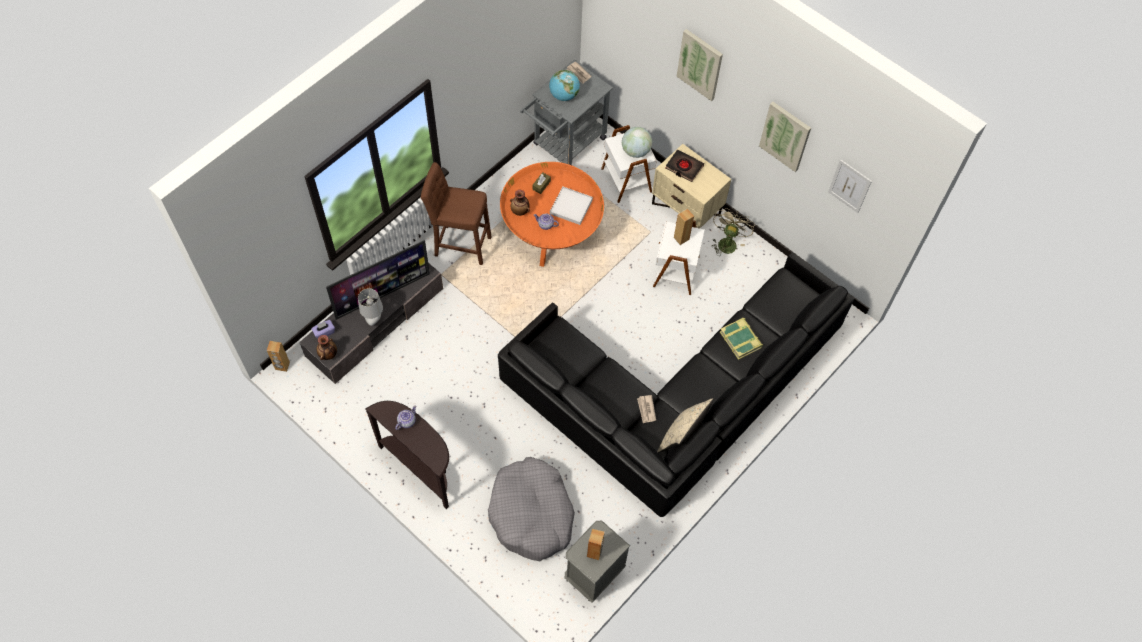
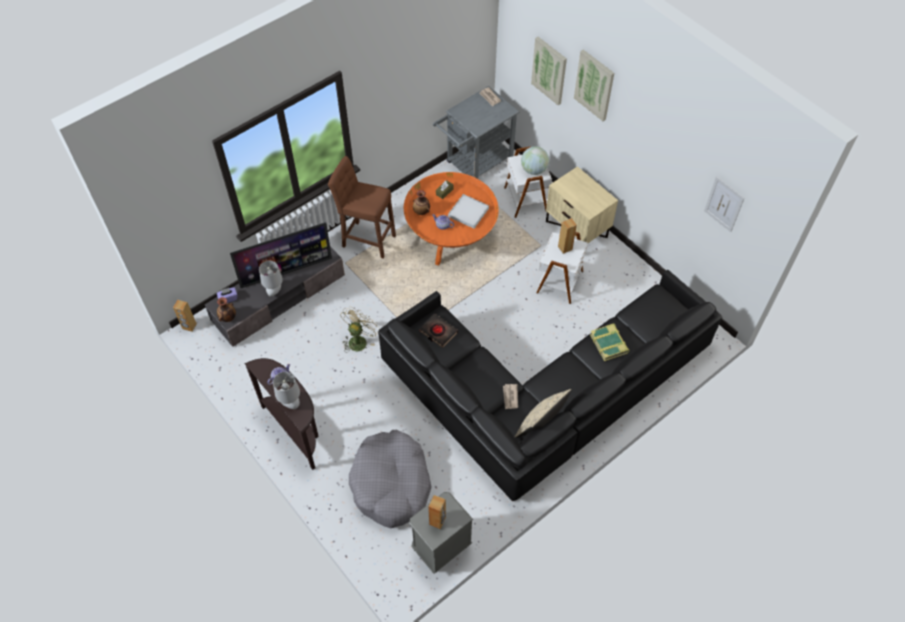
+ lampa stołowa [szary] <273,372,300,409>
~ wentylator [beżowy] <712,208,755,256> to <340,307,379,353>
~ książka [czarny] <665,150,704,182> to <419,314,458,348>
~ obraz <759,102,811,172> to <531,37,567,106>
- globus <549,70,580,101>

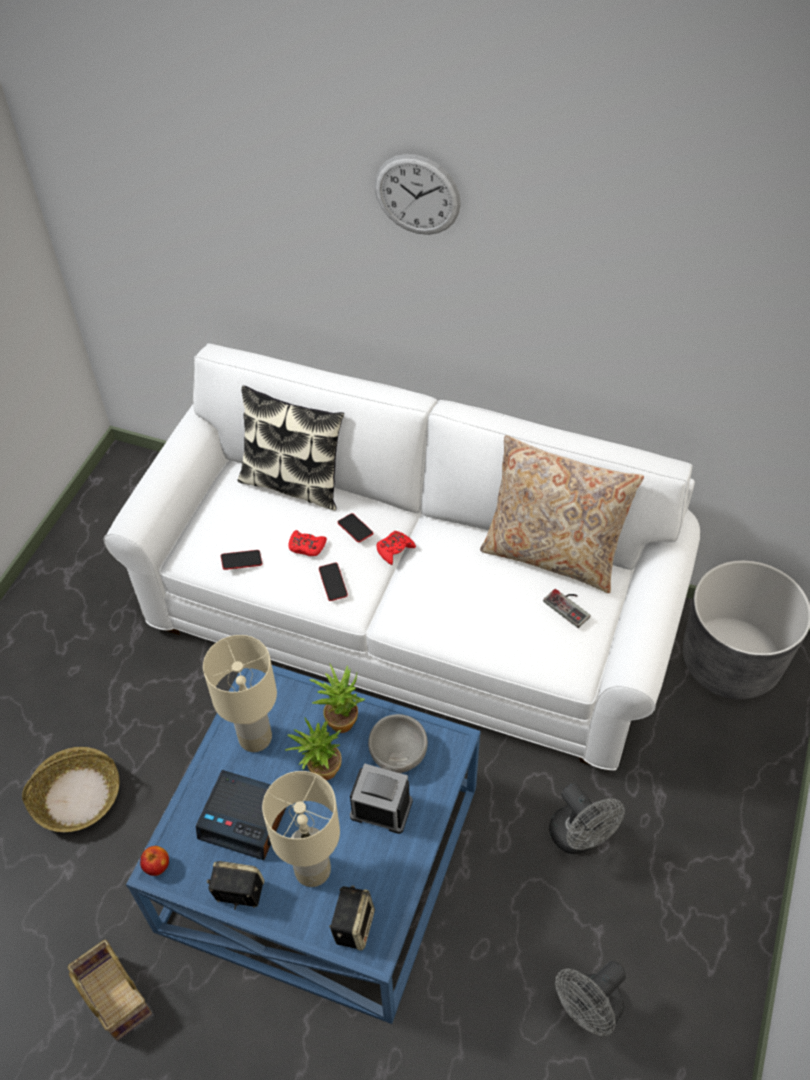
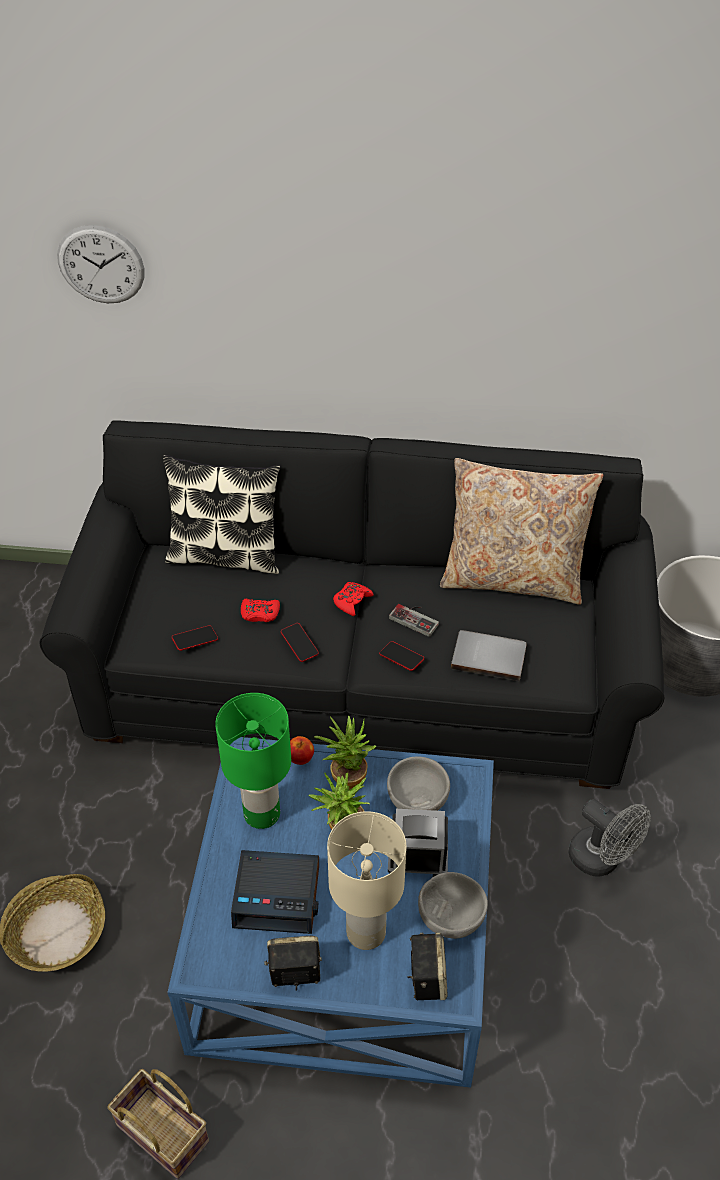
~ kanapa [biały] <103,344,700,771> to kanapa [czarny] <39,420,665,789>
~ zegar ścienny <375,154,461,235> to <57,225,144,303>
~ lampa stołowa [beżowy] <203,635,277,752> to lampa stołowa [zielony] <215,693,291,829>
~ jabłko <140,846,169,876> to <290,736,314,765>
~ telefon <338,513,373,542> to <379,641,424,671>
~ pad do gier <543,589,590,628> to <389,604,439,637>
+ miska [szary] <418,872,488,939>
+ książka [szary] <451,630,527,681>
- wentylator [szary] <555,961,626,1036>

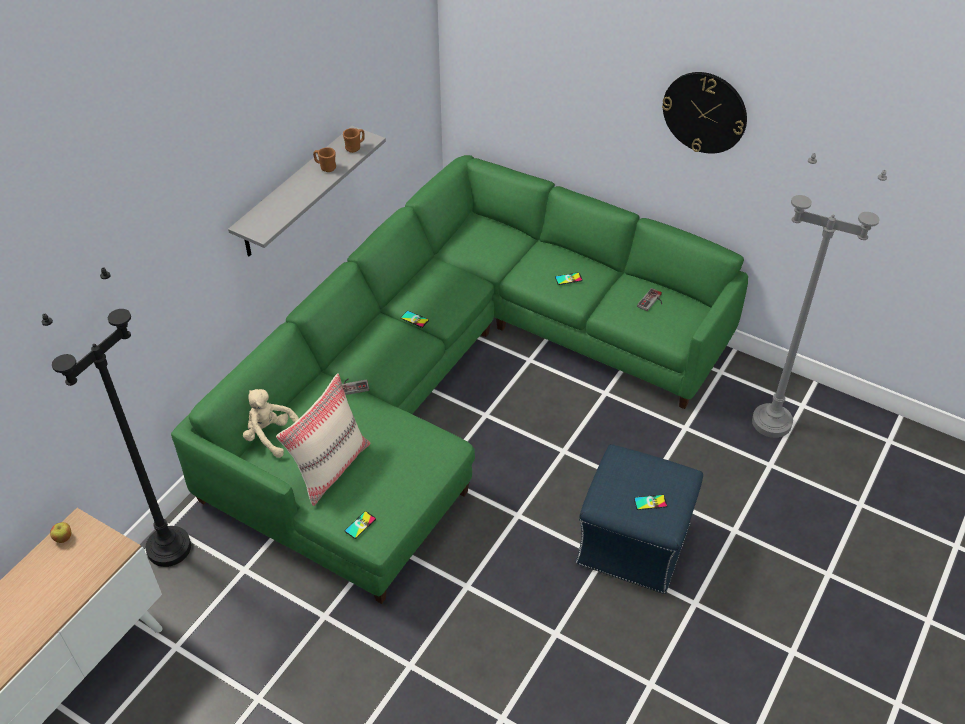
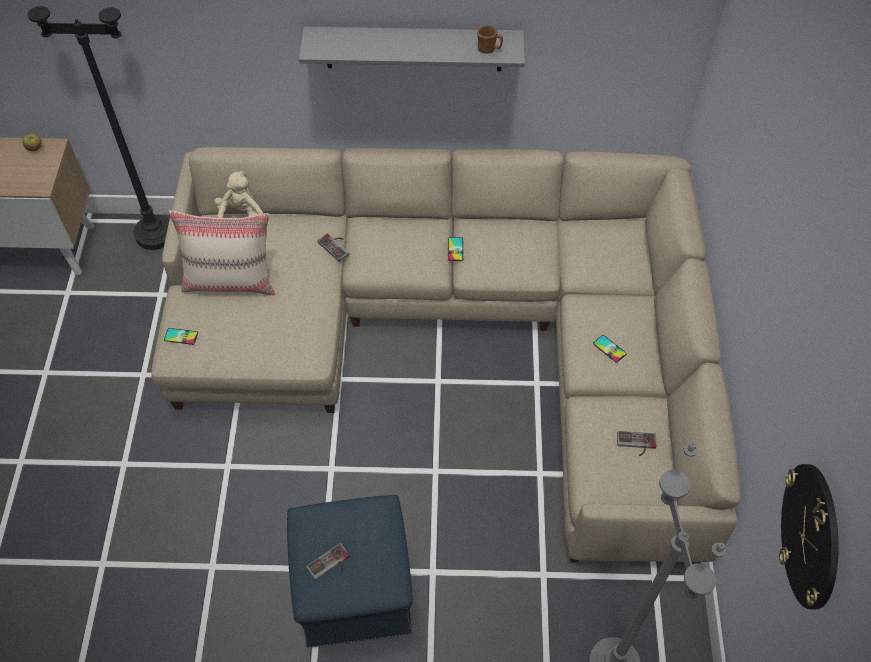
~ kanapa [zielony] <171,155,748,604> to kanapa [beżowy] <151,147,741,563>
~ telefon <634,495,667,510> to pad do gier <306,543,350,580>
~ zegar ścienny <662,72,747,154> to <779,464,839,609>
- kubek [brązowy] <313,147,336,172>

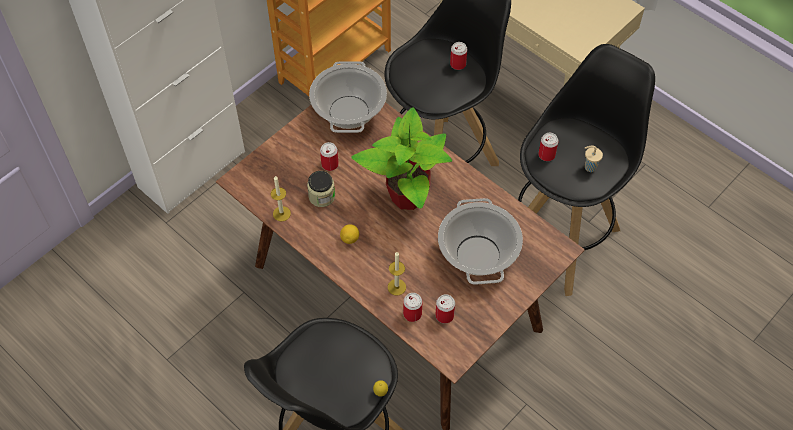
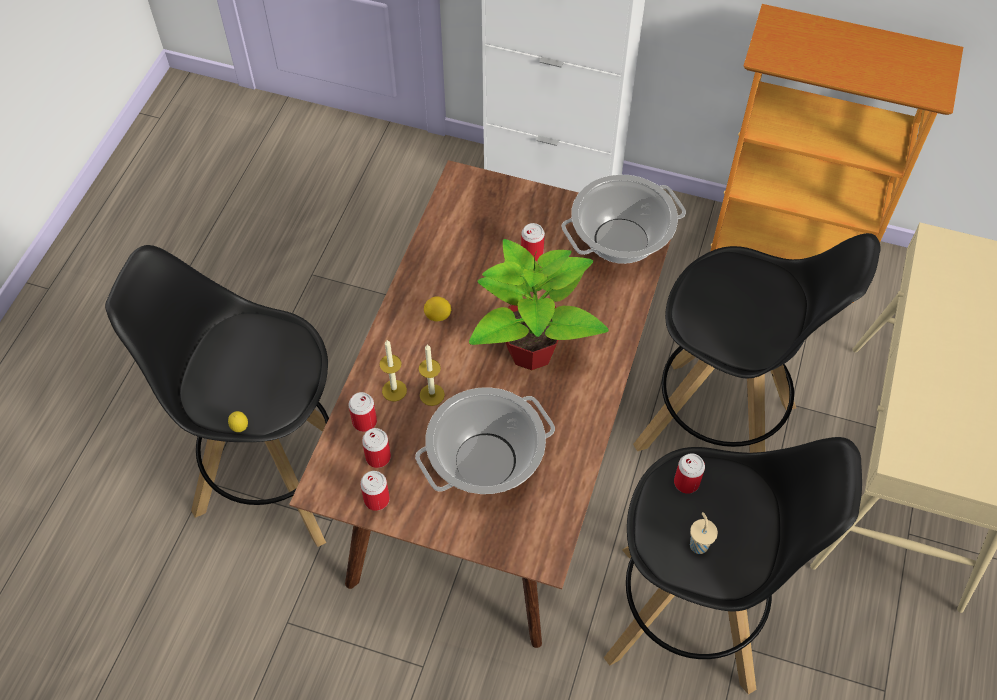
~ puszka <450,42,467,70> to <360,471,390,511>
~ świeca <271,176,291,222> to <419,344,445,406>
- słoik <307,171,335,207>

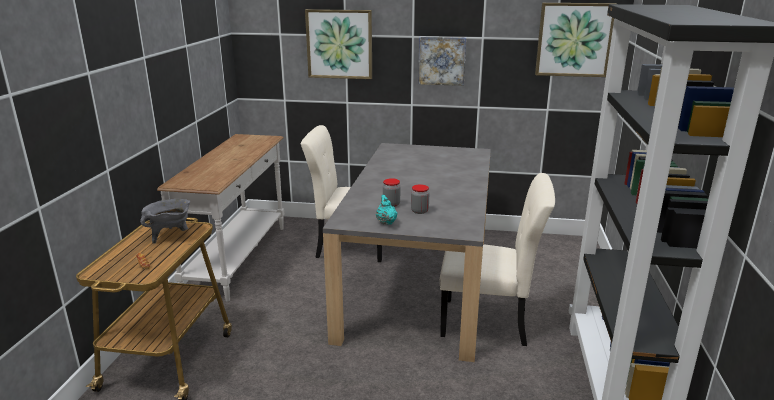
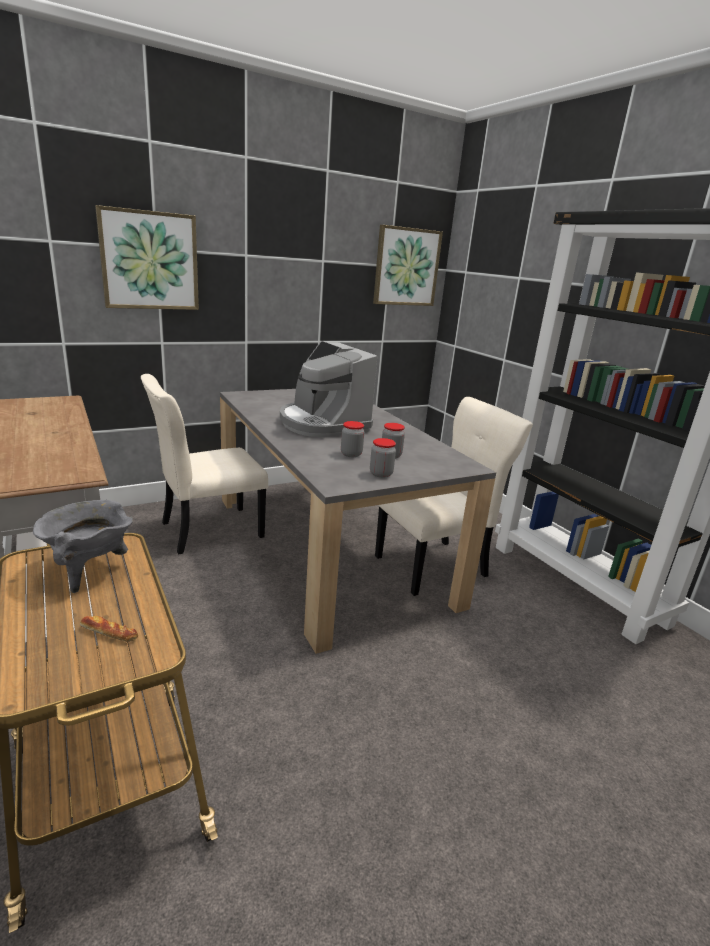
+ ekspres do kawy <280,341,377,437>
~ imbryk [turkusowy] <376,195,398,225> to słoik <370,438,396,478>
- obraz <418,37,466,86>

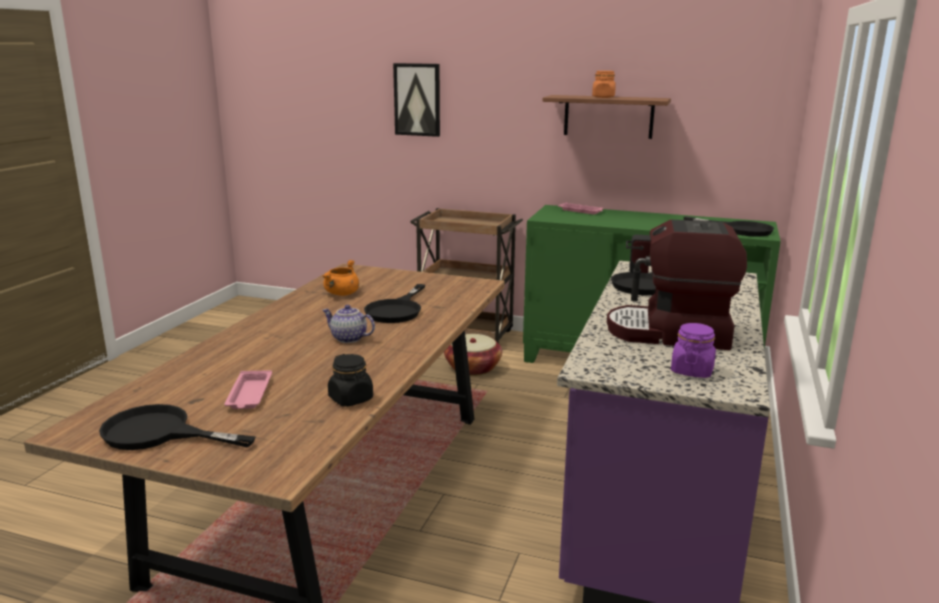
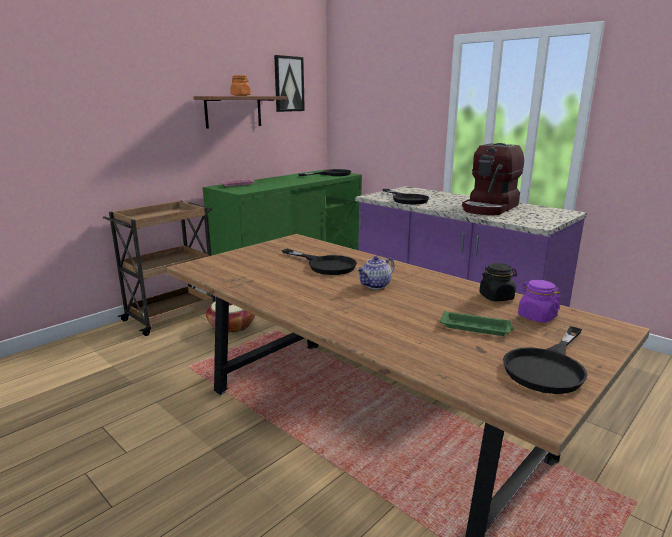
~ obraz <393,63,440,137> to <274,55,305,112>
~ taca [różowy] <224,370,272,409> to taca [zielony] <440,311,514,336>
~ słoik [fioletowy] <671,323,716,378> to <518,280,561,323>
- garnek [pomarańczowy] <323,260,359,296>

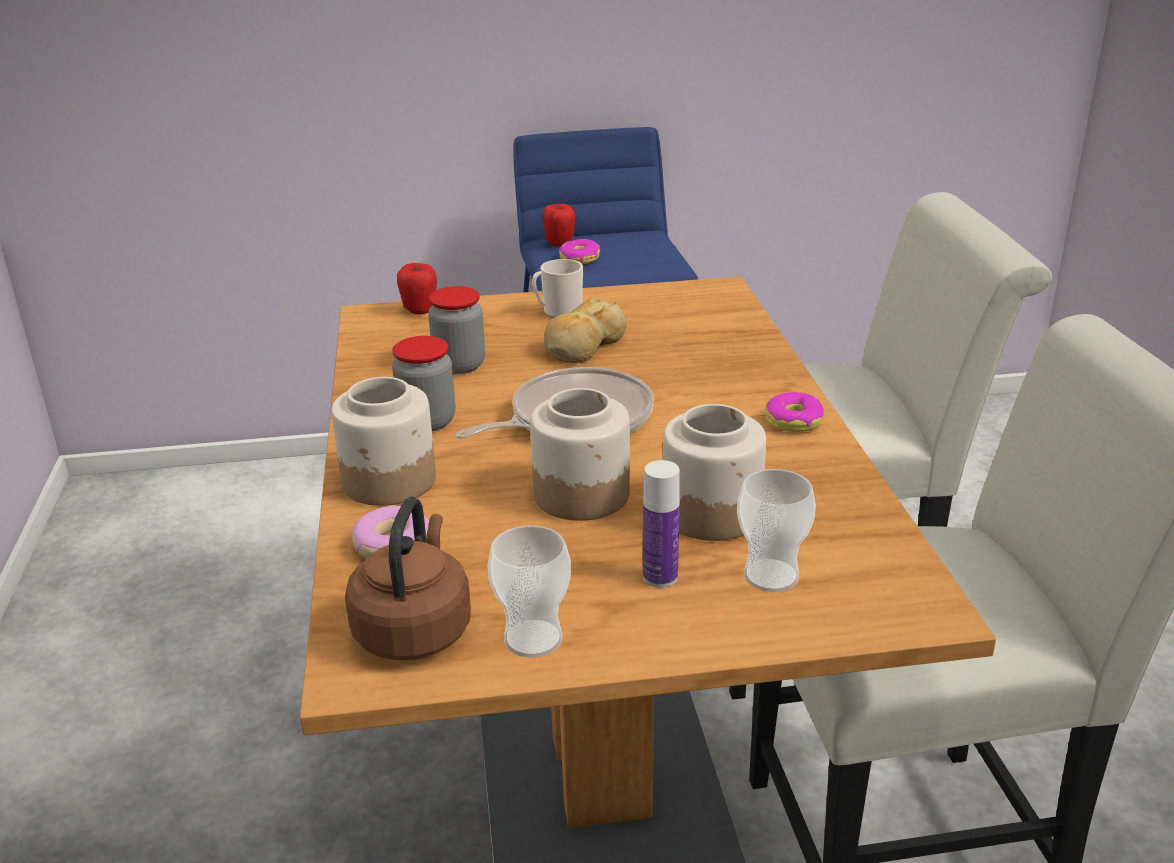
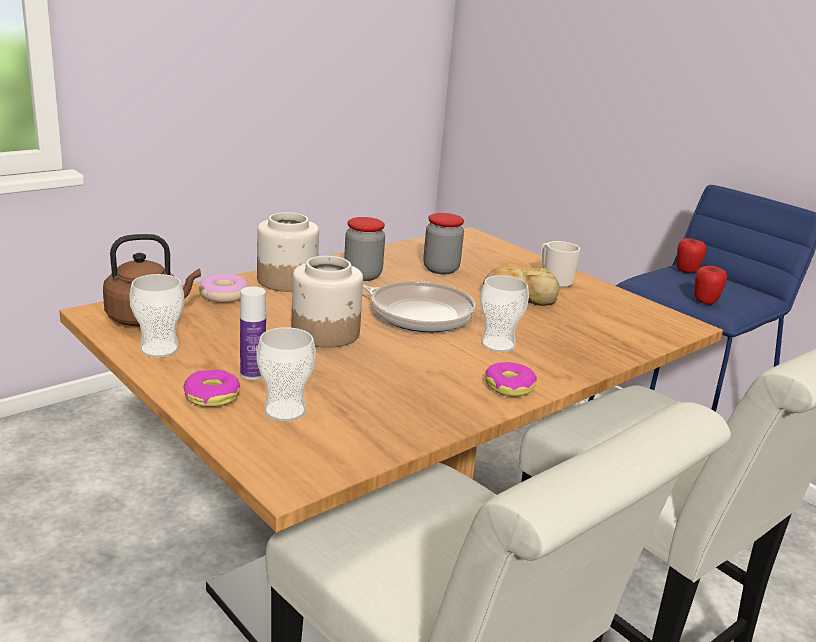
~ donut <559,239,600,264> to <183,370,240,407>
+ filiżanka <480,275,529,352>
~ jabłko <397,263,437,314> to <694,266,727,305>
- słoik <663,404,766,541>

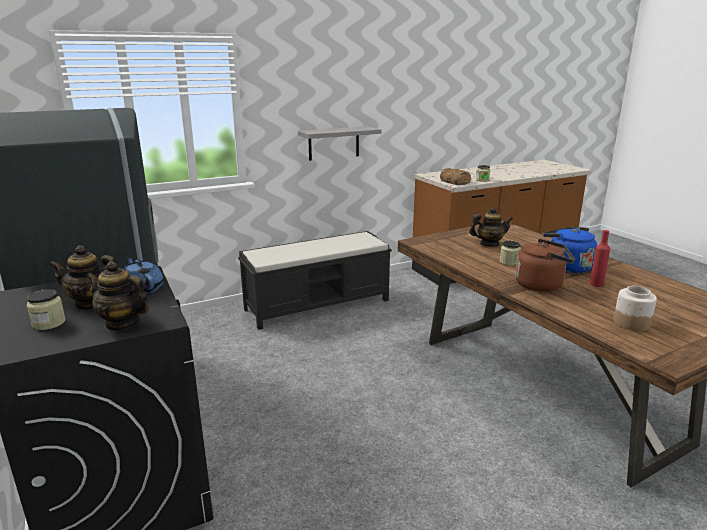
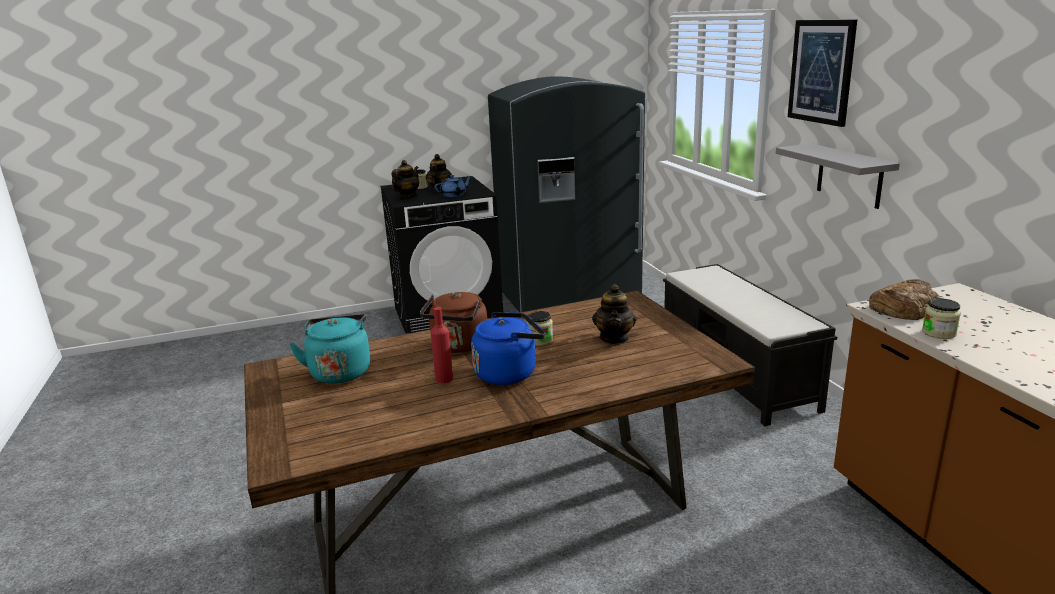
~ słoik <613,286,657,331> to czajnik [turkusowy] <289,314,370,384>
+ obraz <788,20,857,127>

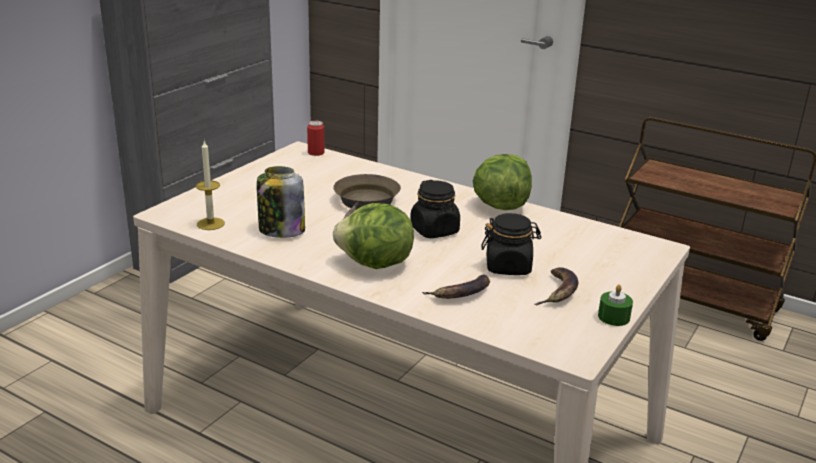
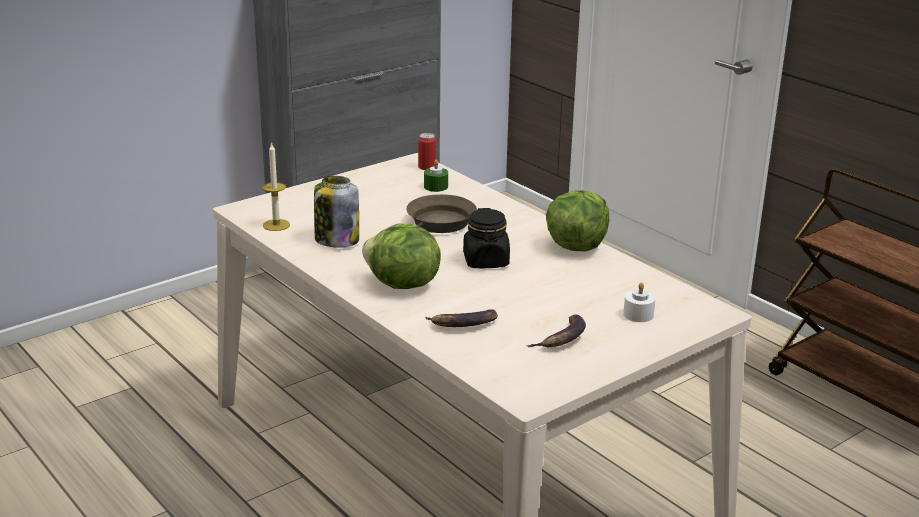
~ świeca [zielony] <598,284,633,326> to <424,160,448,192>
+ świeca [biały] <623,282,656,322>
- słoik [czarny] <481,213,542,275>

